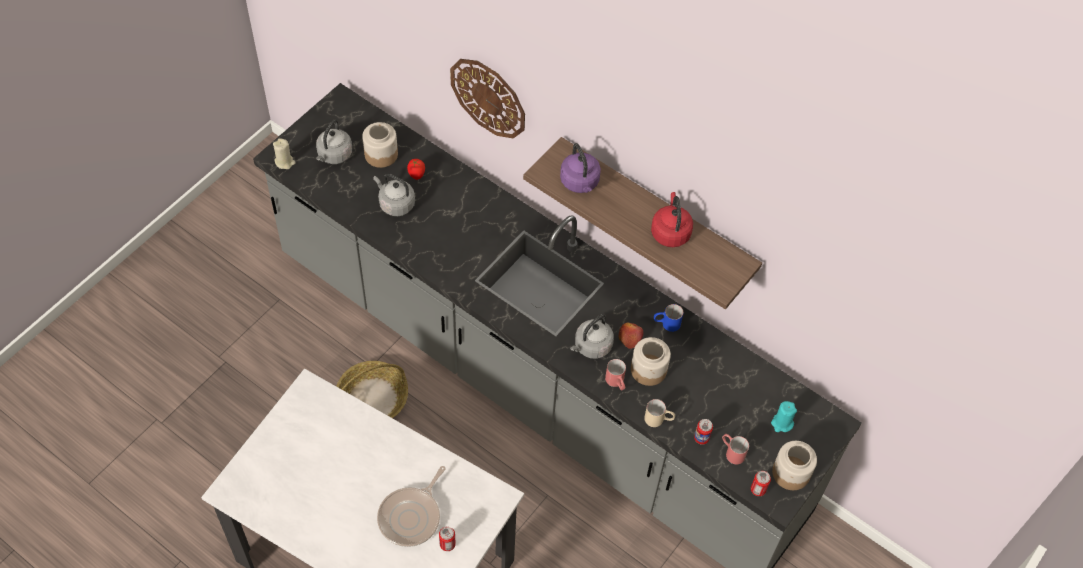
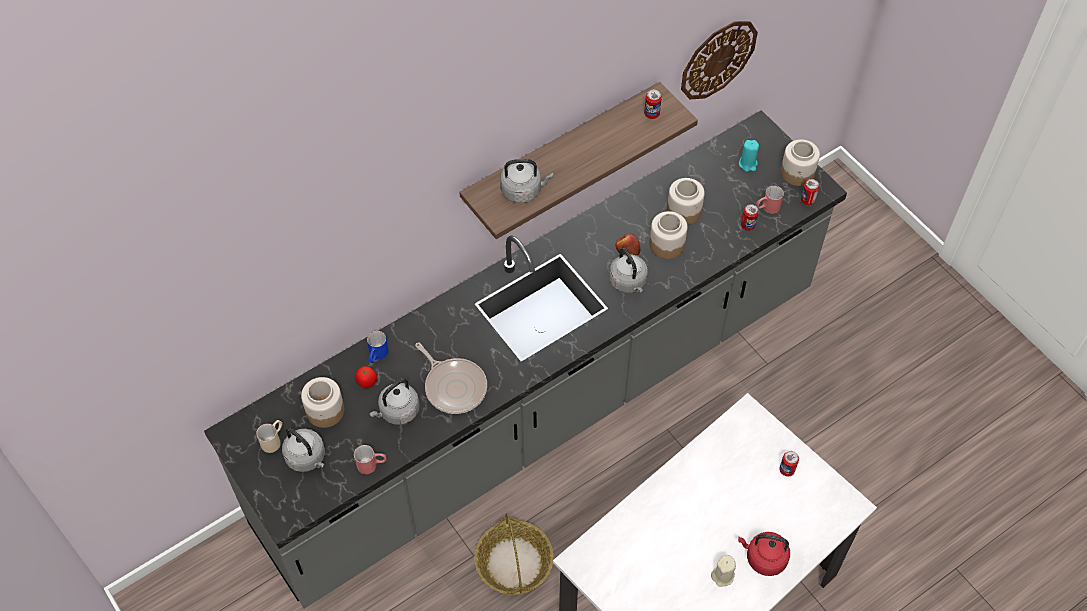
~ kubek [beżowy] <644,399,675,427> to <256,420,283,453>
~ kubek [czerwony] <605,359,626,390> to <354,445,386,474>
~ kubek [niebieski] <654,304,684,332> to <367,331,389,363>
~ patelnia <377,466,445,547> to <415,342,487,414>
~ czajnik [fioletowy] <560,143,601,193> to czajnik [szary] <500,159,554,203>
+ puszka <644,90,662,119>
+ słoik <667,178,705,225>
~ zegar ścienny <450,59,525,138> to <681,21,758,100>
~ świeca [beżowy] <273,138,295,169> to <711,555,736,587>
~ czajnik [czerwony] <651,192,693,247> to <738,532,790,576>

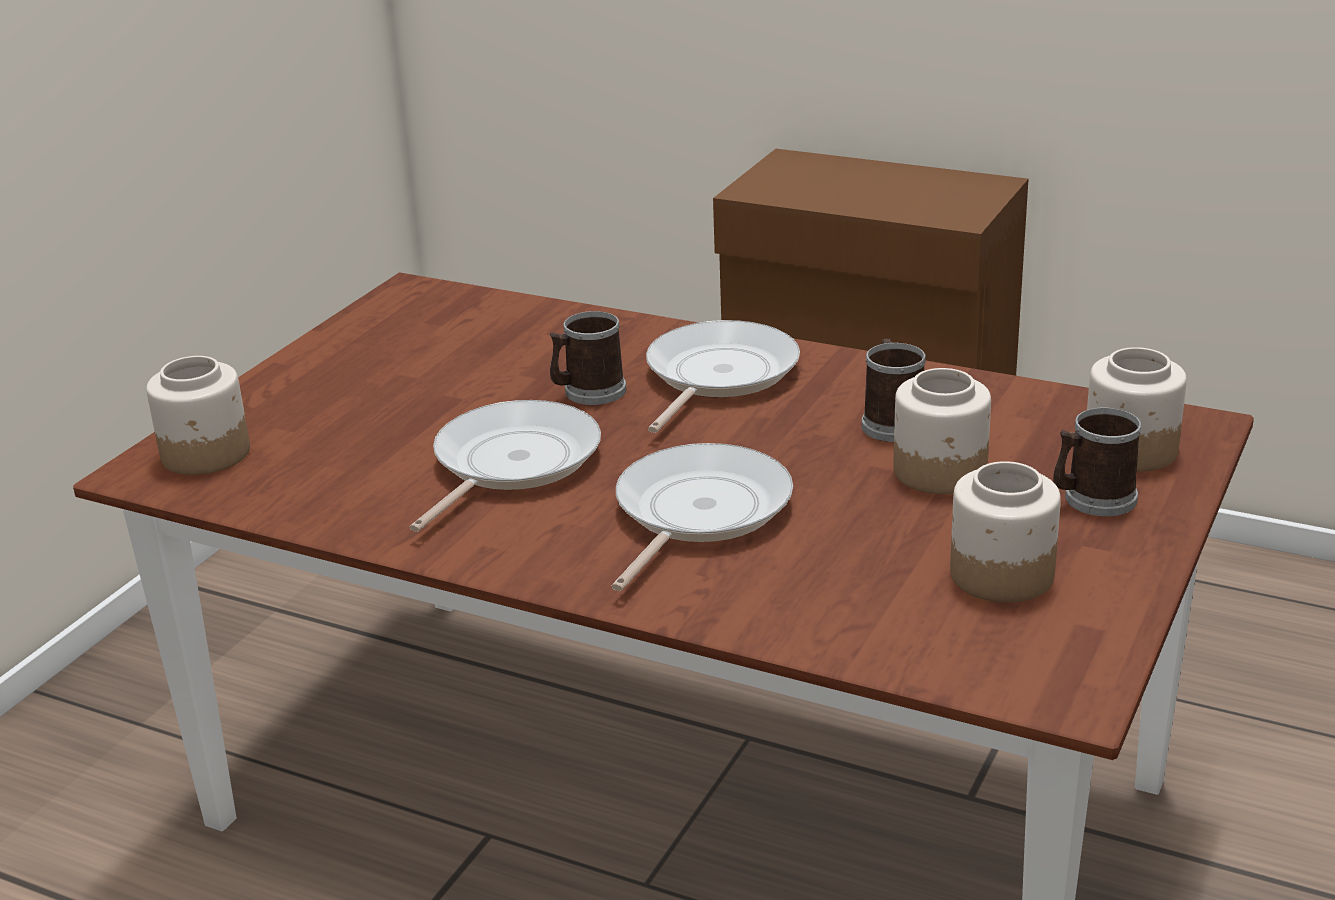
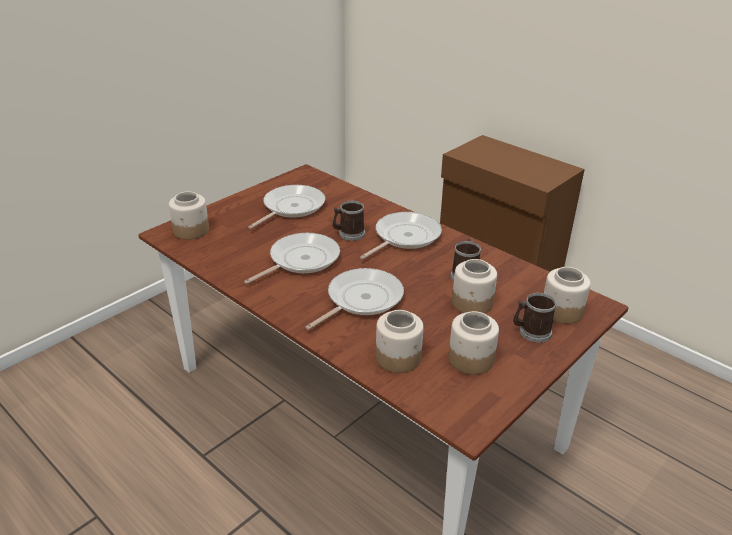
+ patelnia <248,185,325,229>
+ słoik <376,310,424,373>

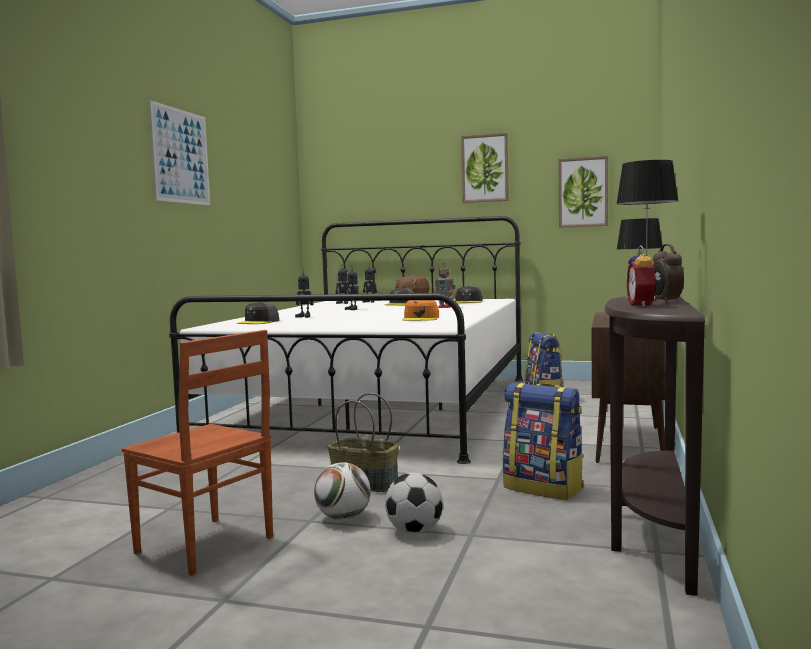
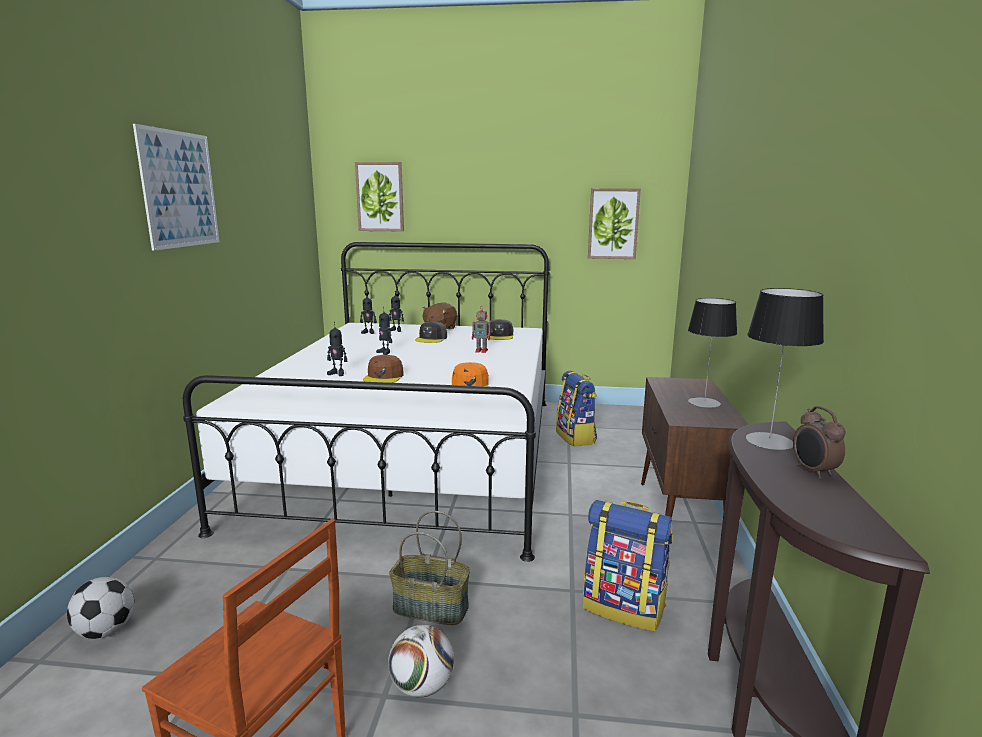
~ piłka futbolowa <385,473,443,534> to <67,577,134,639>
~ obraz <461,133,509,203> to <355,162,404,231>
+ czapka z daszkiem [brązowy] <363,355,404,383>
- czapka z daszkiem [szary] <237,302,279,324>
- budzik <626,245,661,307>

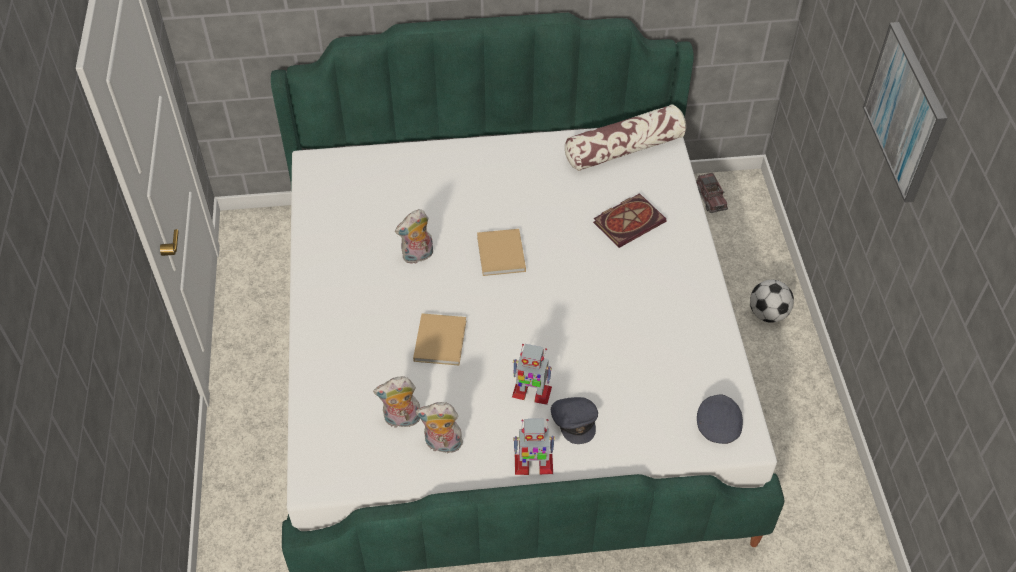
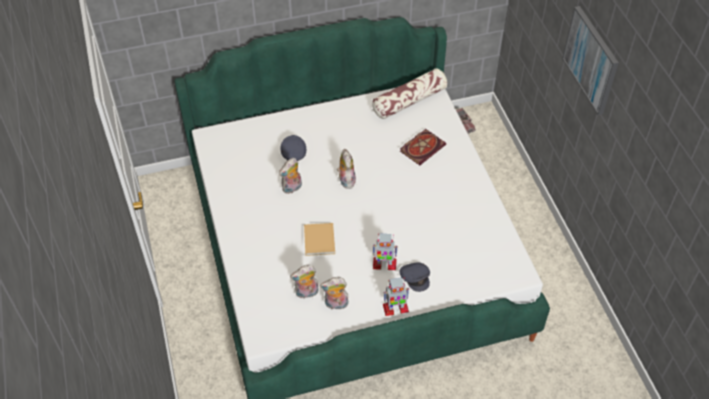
~ czapka z daszkiem [szary] <697,394,743,444> to <281,135,306,161>
~ książka [beżowy] <477,229,526,276> to pluszak <337,149,356,189>
- piłka futbolowa <750,280,794,323>

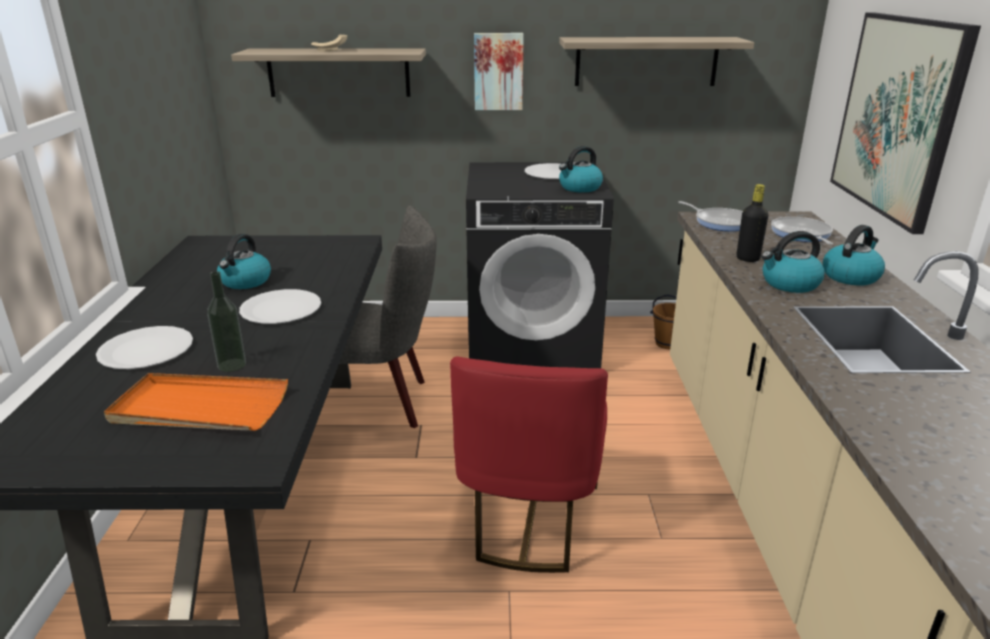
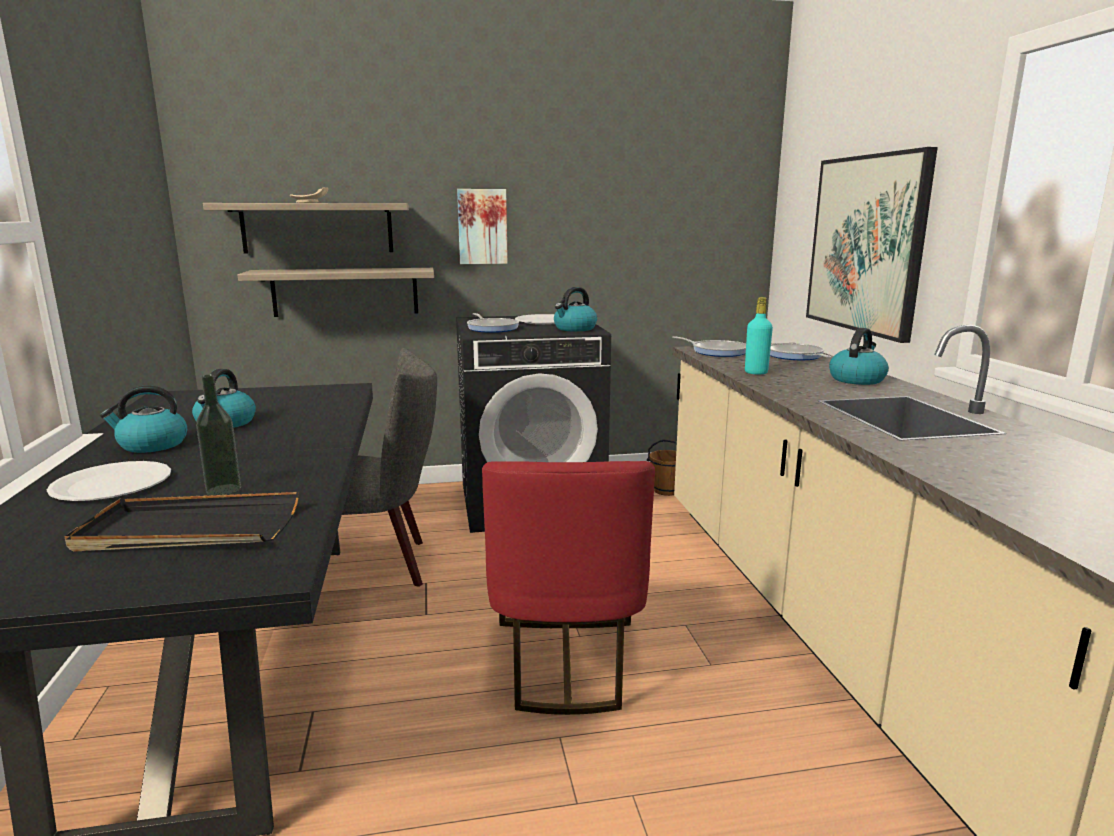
~ taca [pomarańczowy] <104,373,288,431> to taca [czarny] <65,492,299,551>
~ czajnik <761,231,825,293> to <100,385,187,453>
~ półka <559,37,755,86> to <238,268,434,317>
+ patelnia <467,313,519,333>
~ butelka [czarny] <736,184,769,262> to butelka [turkusowy] <745,297,773,374>
- talerz [biały] <239,289,321,324>

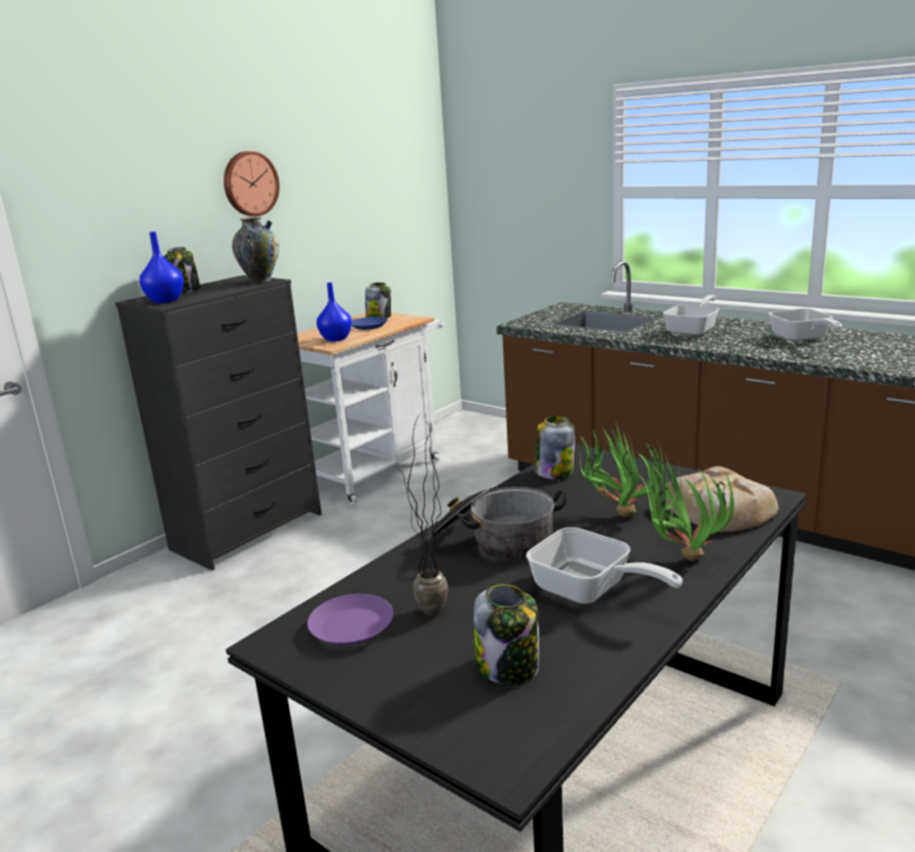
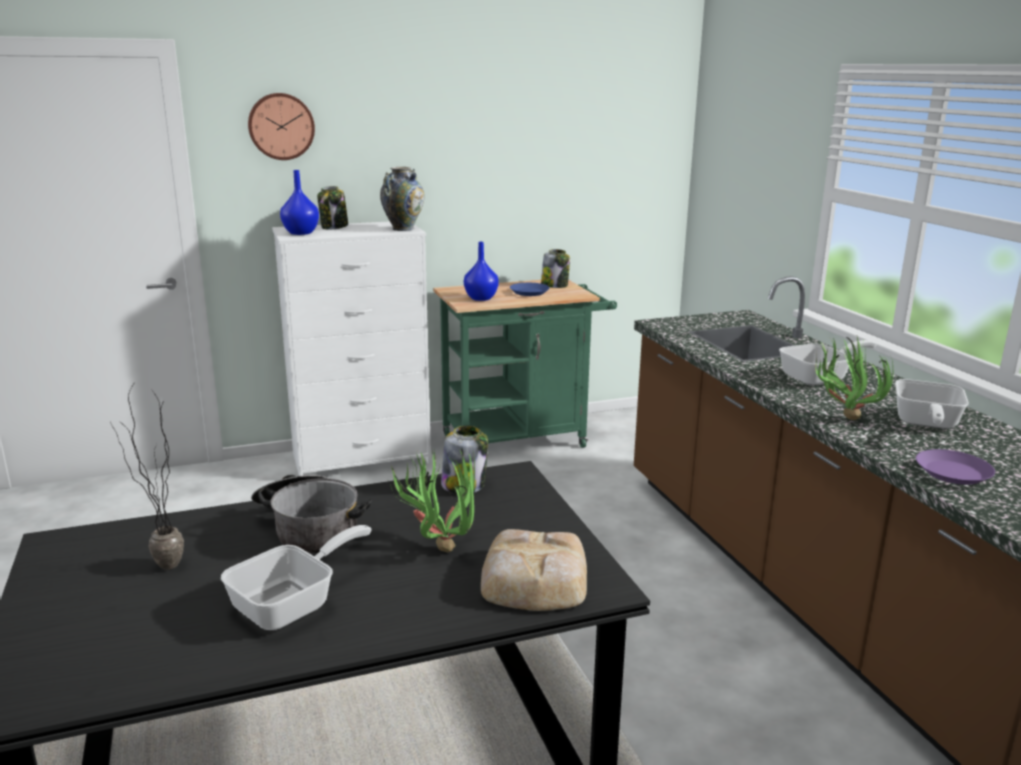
~ patelnia <526,527,683,604> = <221,525,372,630> 120 degrees counterclockwise
~ zegar ścienny <224,151,280,216> to <248,93,315,160>
~ komoda [czarny] <115,275,322,570> to komoda [biały] <272,221,431,476>
~ wózek [biały] <297,313,444,505> to wózek [zielony] <433,280,617,448>
~ roślina doniczkowa <639,453,734,561> to <815,337,893,420>
~ talerz [fioletowy] <307,594,393,645> to <916,449,995,485>
- słoik <474,584,539,685>

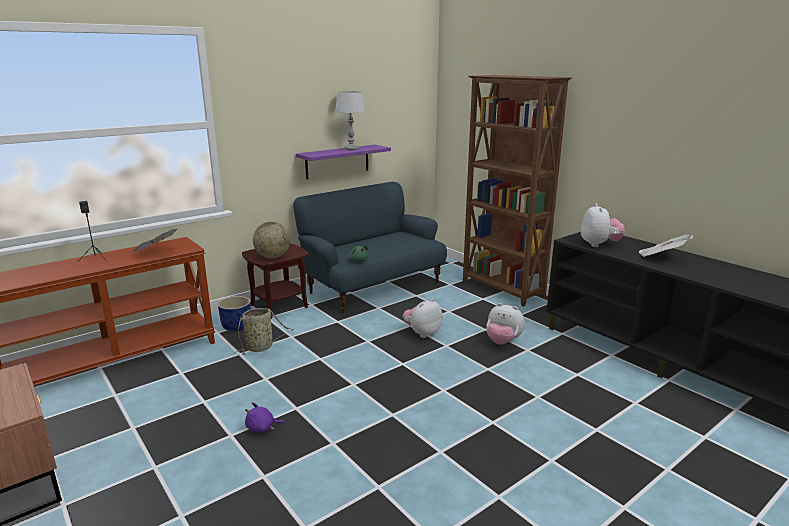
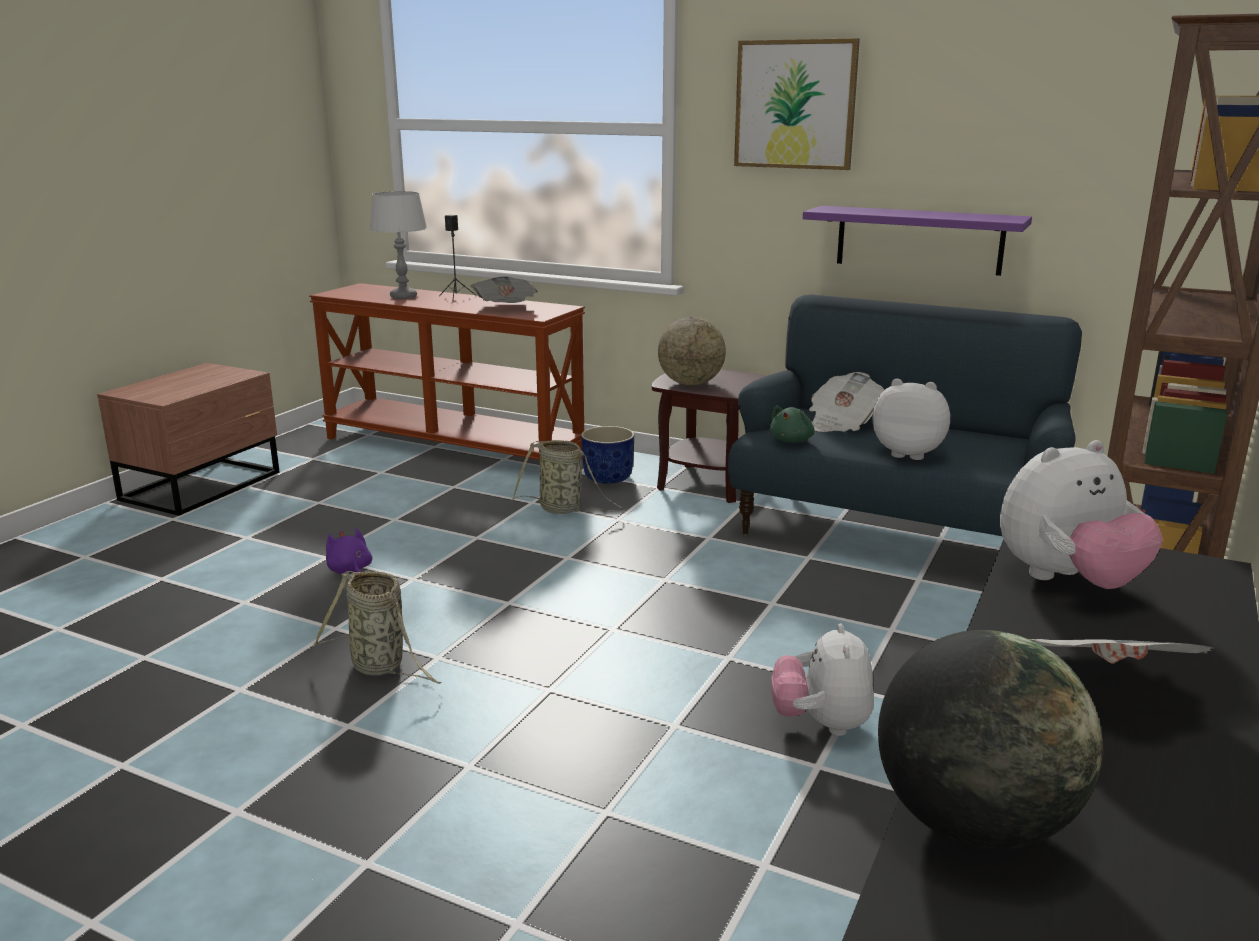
+ koszyk <313,571,442,684>
~ lampa stołowa [szary] <335,91,366,150> to <369,191,427,299>
+ obraz <734,38,860,170>
+ gazeta <809,372,884,432>
~ pluszak <402,298,442,338> to <873,379,950,460>
+ globus <878,630,1103,850>

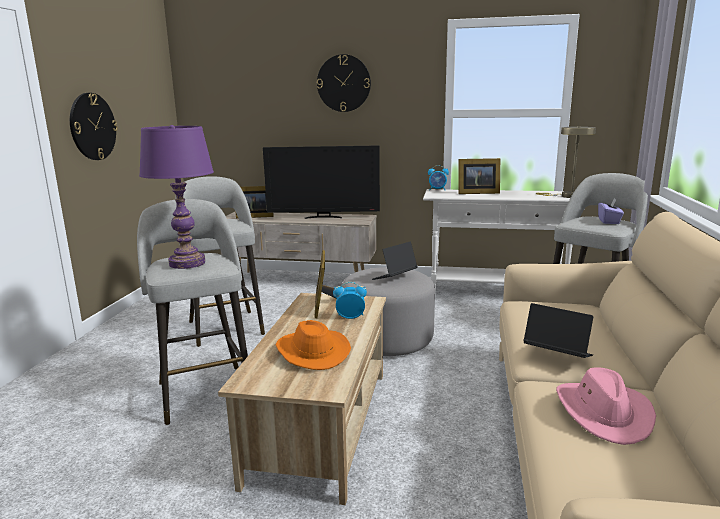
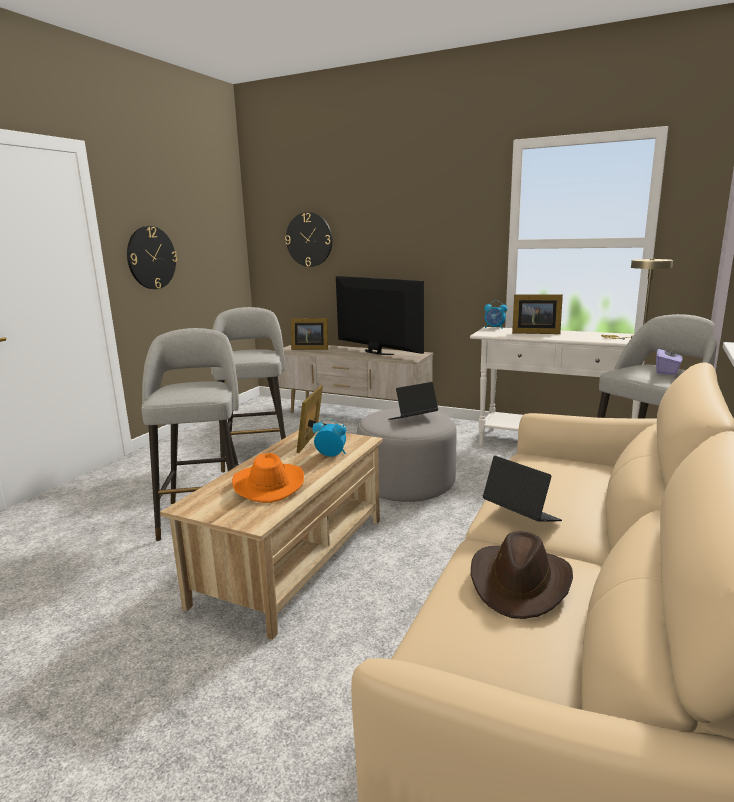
~ zegar ścienny <317,54,371,112> to <285,212,332,267>
~ telewizor <263,145,380,219> = <336,276,424,355> 150 degrees counterclockwise
~ kapelusz [różowy] <556,367,656,445> to kapelusz [brązowy] <471,531,573,619>
- lampa stołowa [fioletowy] <139,125,214,269>

